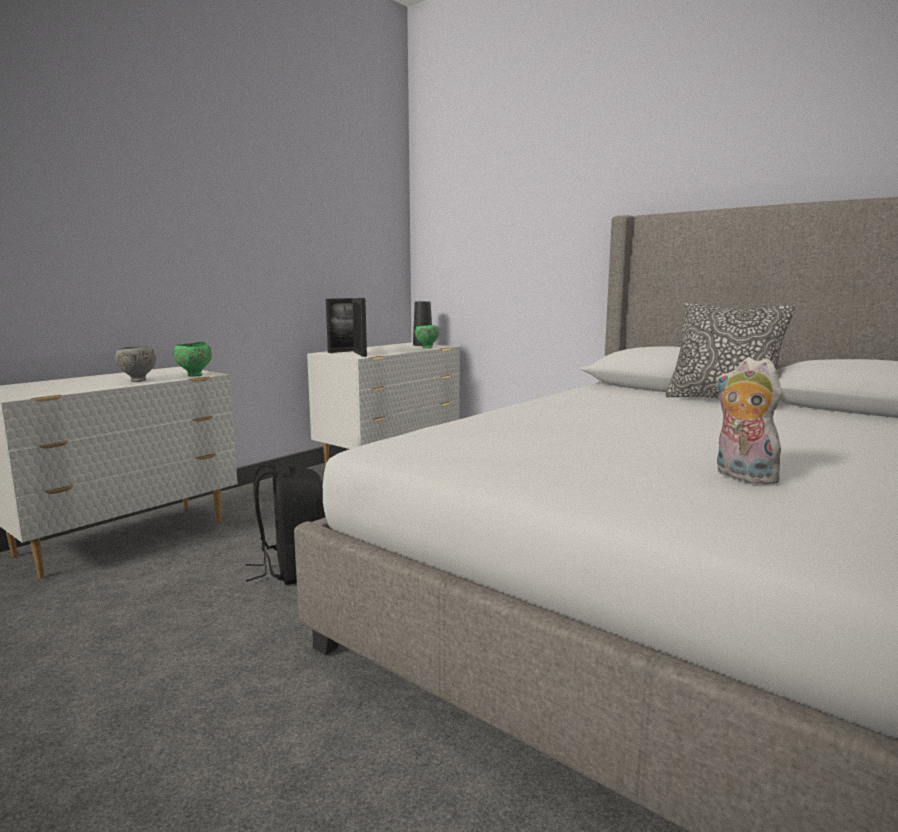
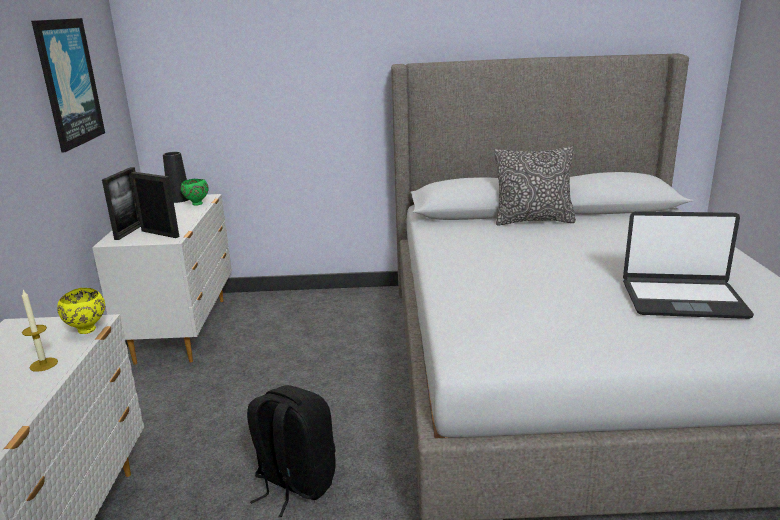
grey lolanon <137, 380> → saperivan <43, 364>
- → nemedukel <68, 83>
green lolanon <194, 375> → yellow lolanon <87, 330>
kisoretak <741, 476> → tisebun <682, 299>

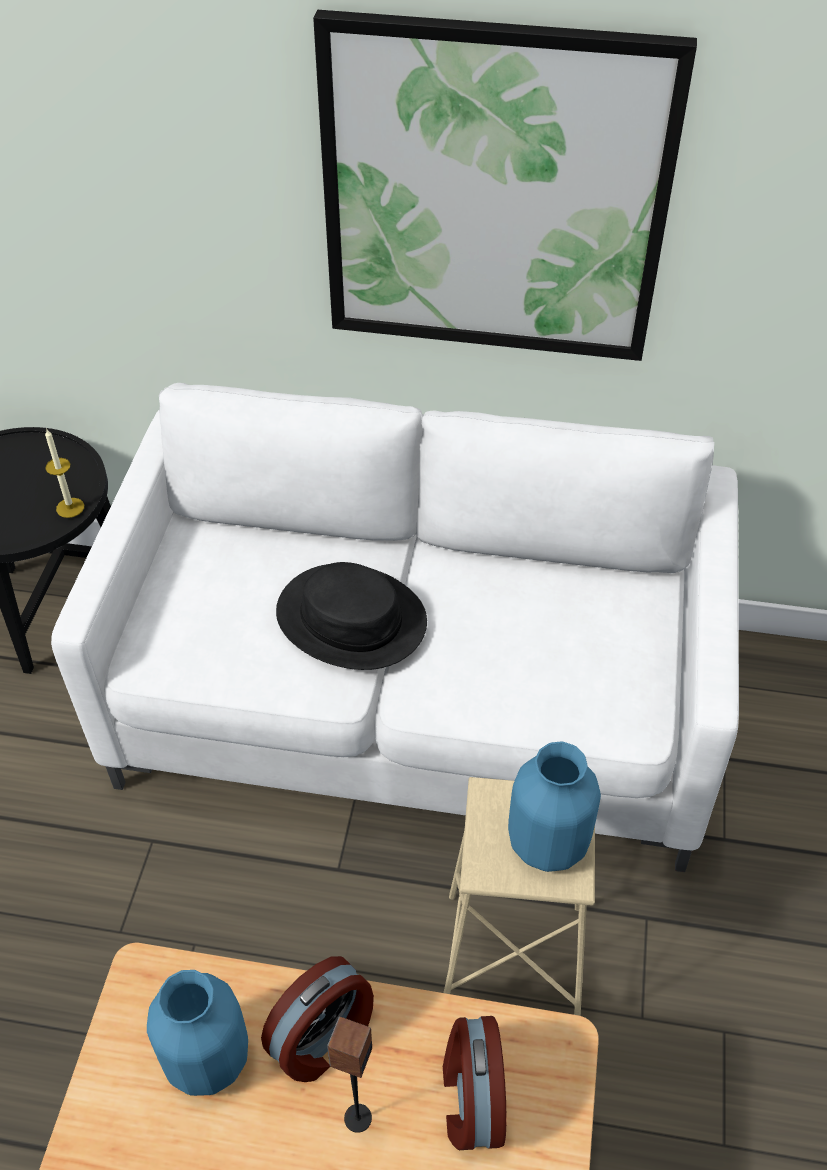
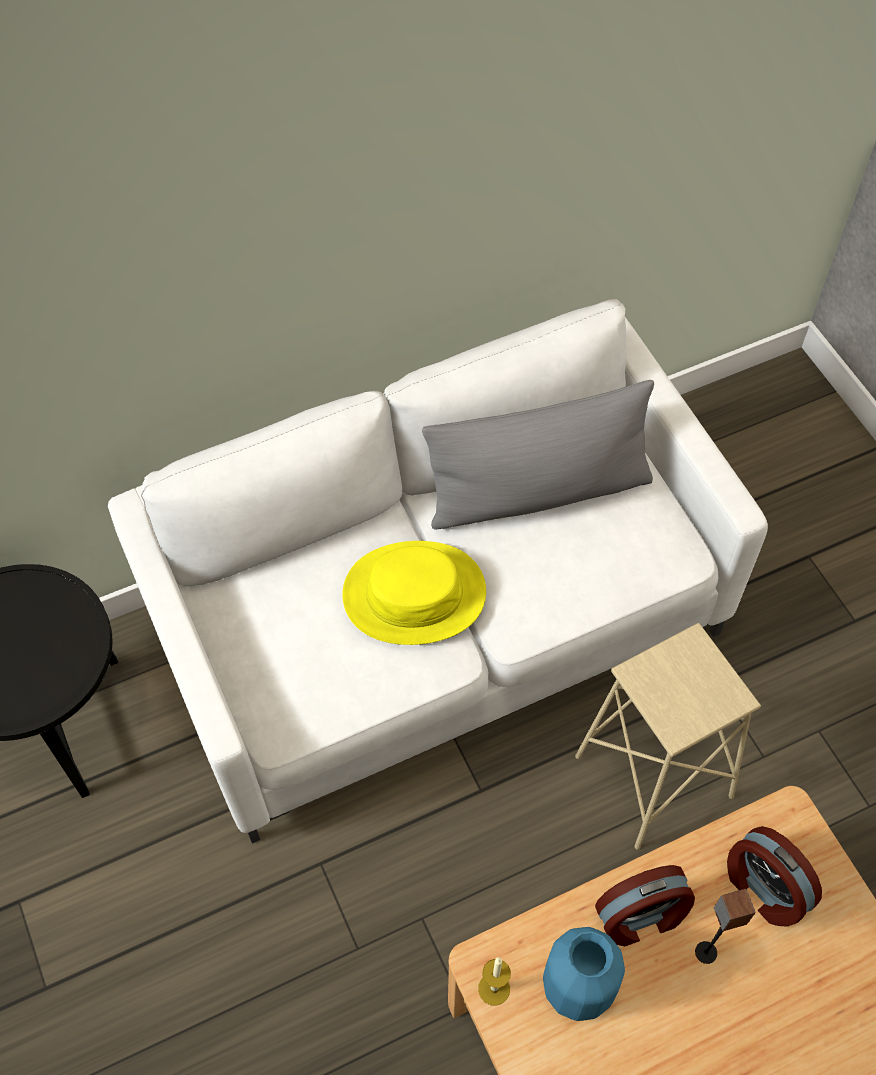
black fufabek <351, 618> → yellow fufabek <414, 593>
- → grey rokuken <538, 492>
saperivan <70, 507> → saperivan <494, 989>, move
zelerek <324, 1038> → zelerek <641, 917>, 60 degrees clockwise
nemedukel <494, 195> → -
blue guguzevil <548, 844> → -

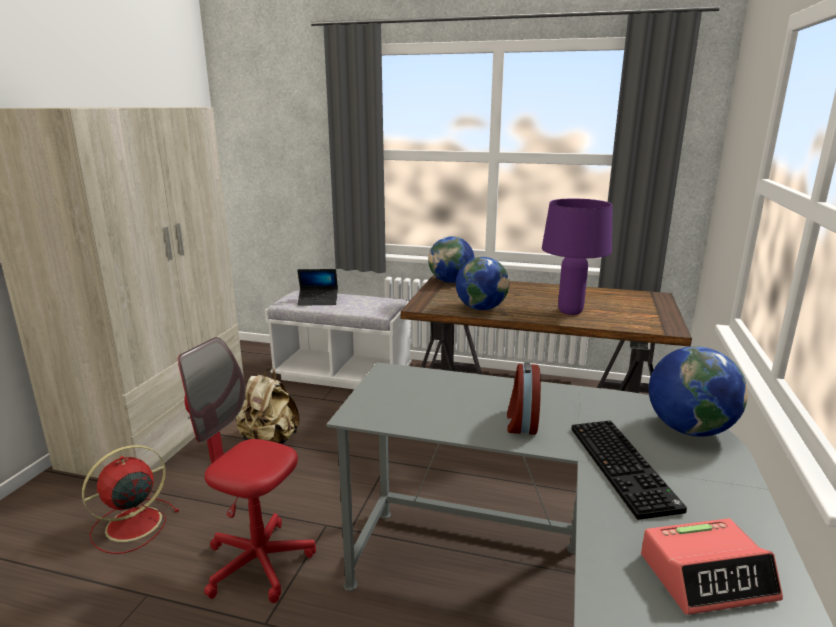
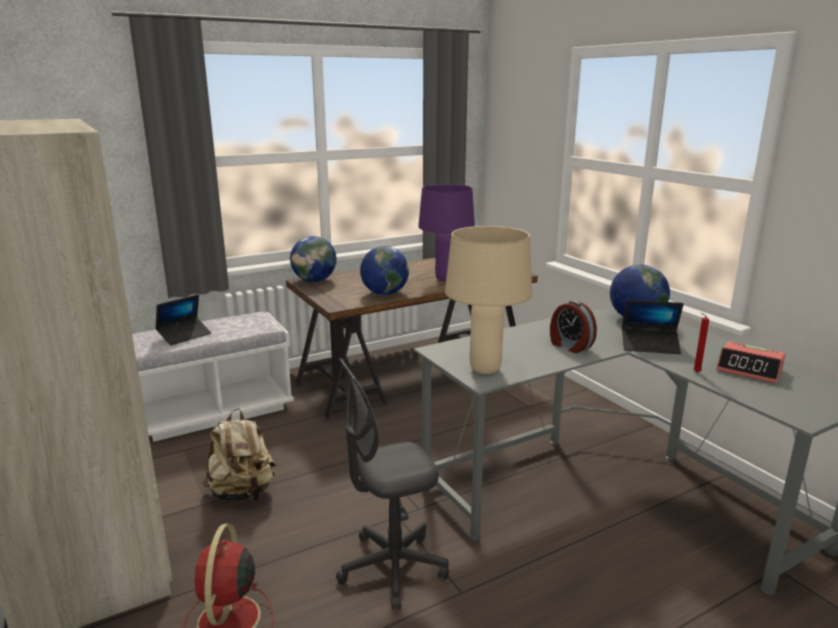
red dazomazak <258, 563> → grey dazomazak <392, 568>
- → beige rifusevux <485, 369>
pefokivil <625, 468> → tisebun <650, 346>
- → red saperivan <695, 372>
zelerek <707, 576> → zelerek <749, 370>, 90 degrees clockwise

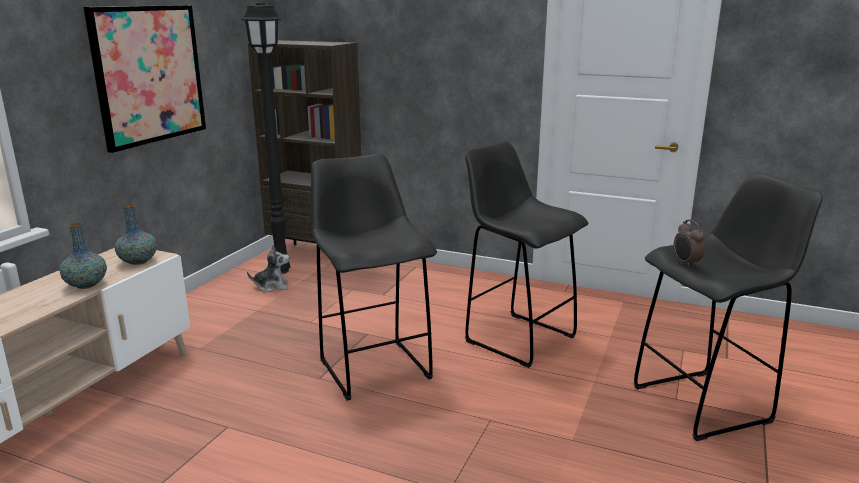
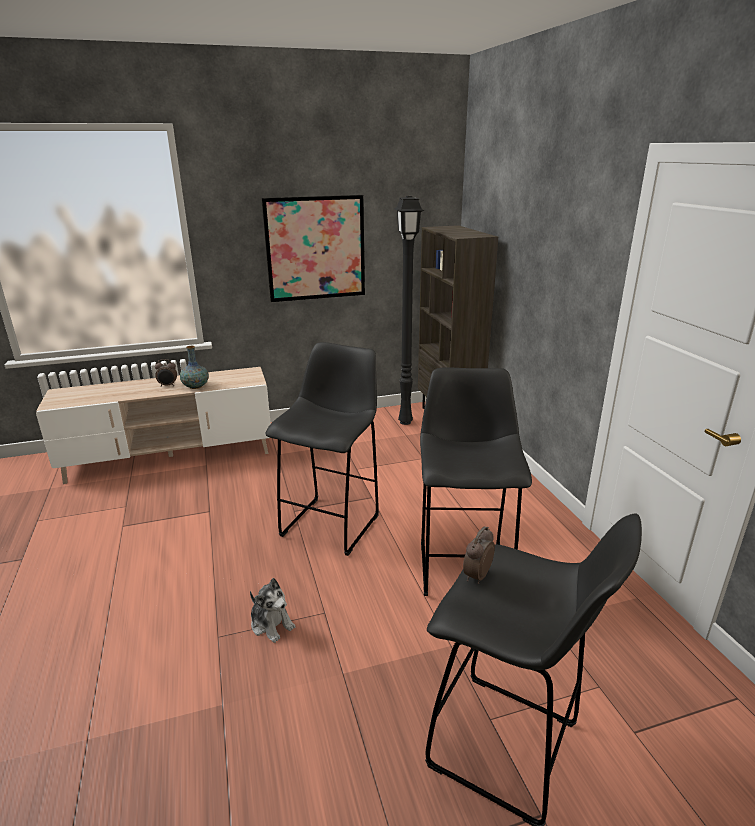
- → zelerek <168, 385>
kisoretak <272, 286> → kisoretak <271, 624>, move
guguzevil <138, 261> → -

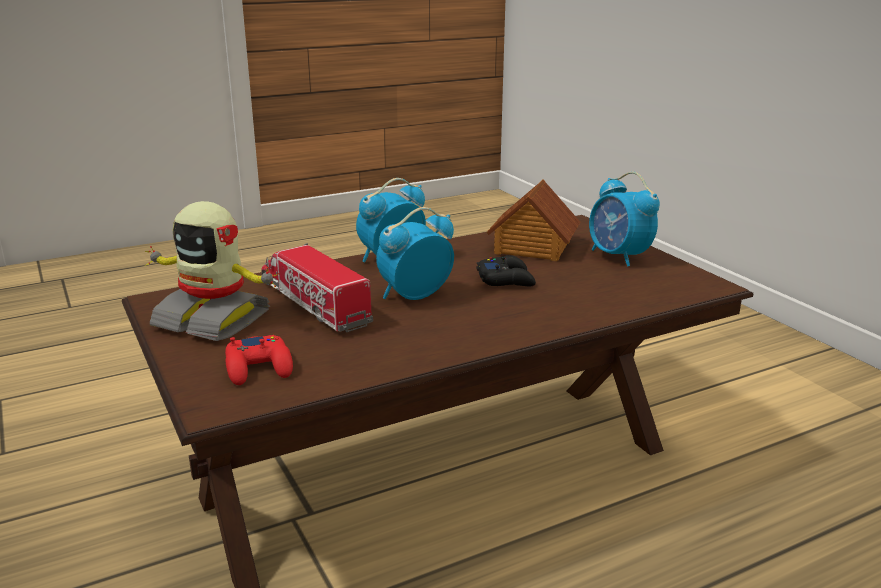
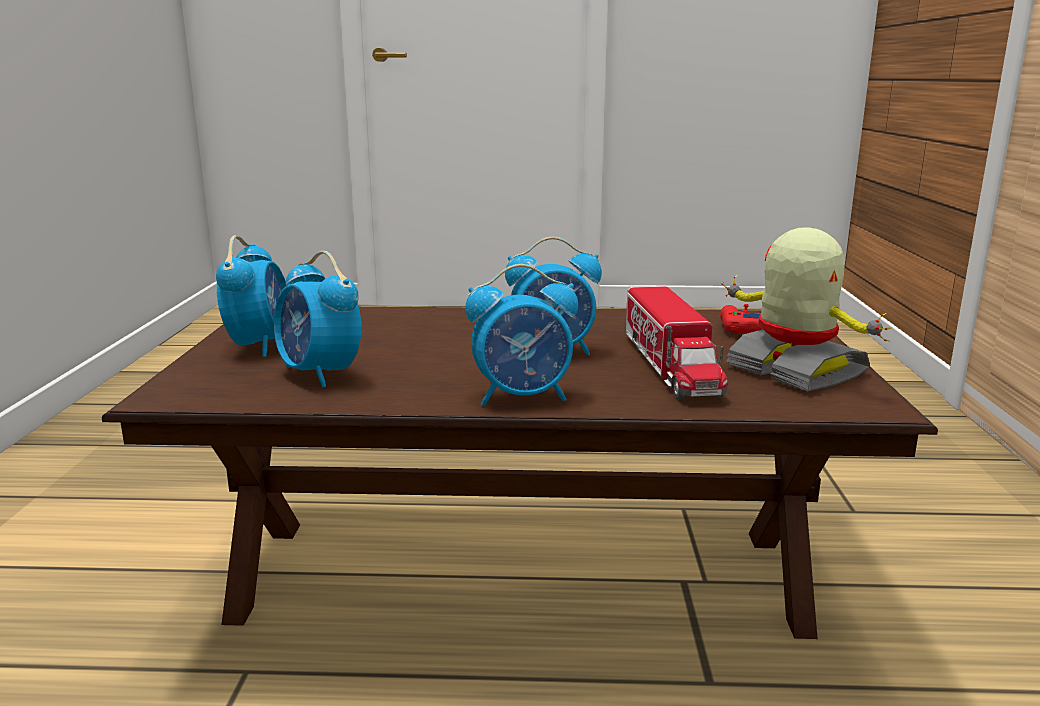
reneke <532, 248> → zelerek <320, 374>
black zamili <506, 280> → -

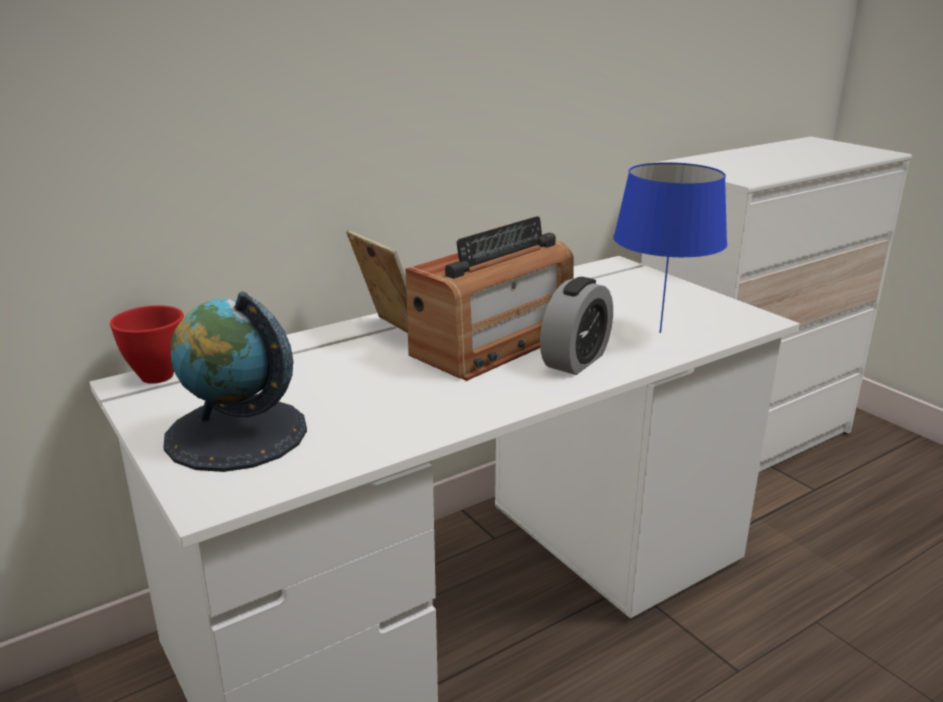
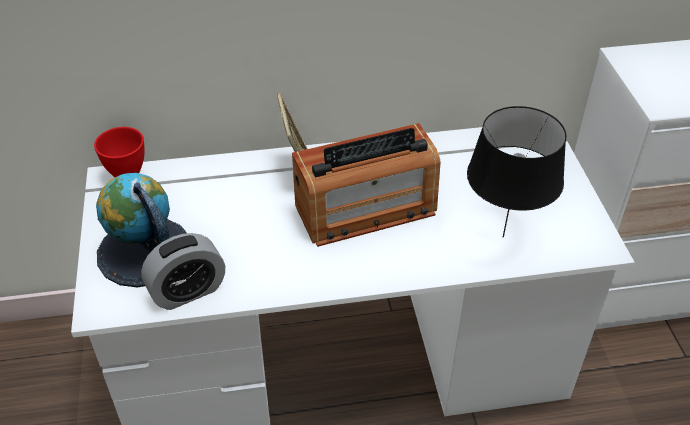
zelerek <575, 360> → zelerek <187, 291>, move
blue rifusevux <661, 332> → black rifusevux <504, 237>

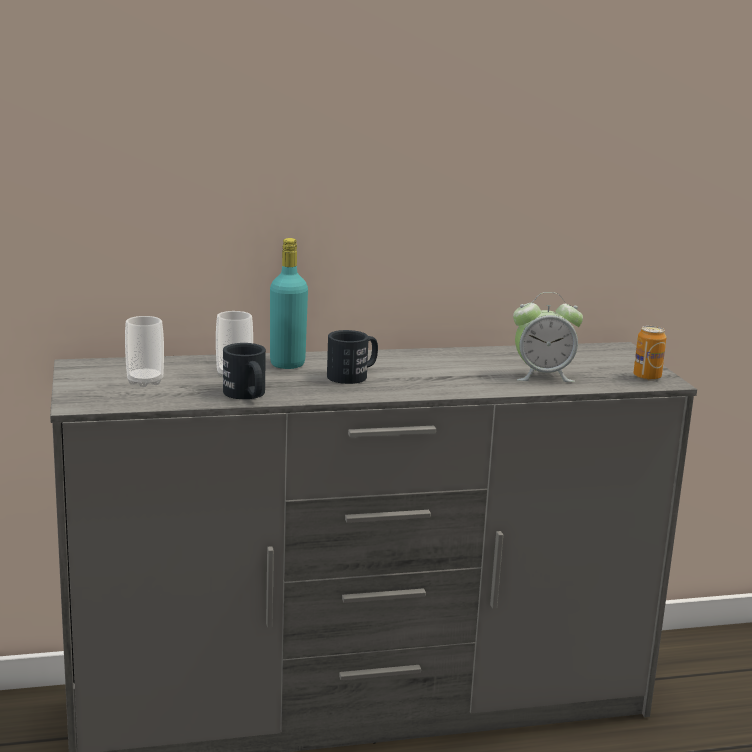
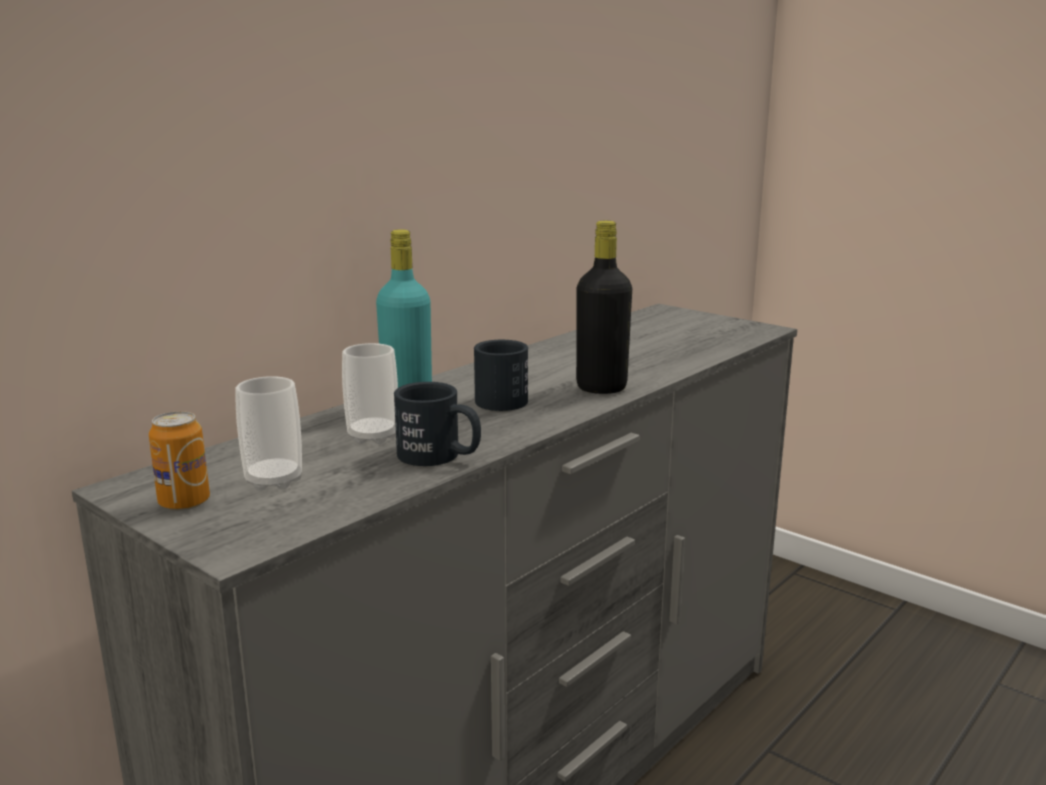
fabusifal <647, 377> → fabusifal <184, 503>, move
- → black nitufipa <601, 388>
zelerek <543, 376> → -

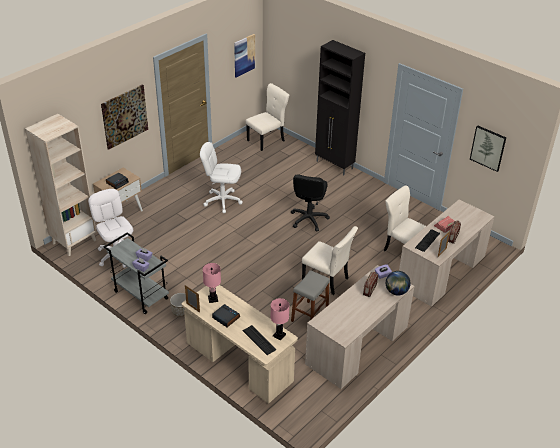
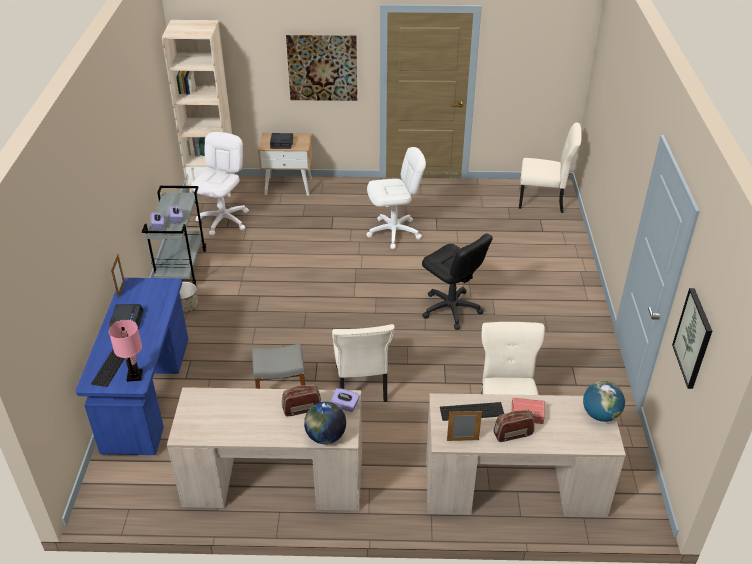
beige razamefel <239, 363> → blue razamefel <147, 394>
white dazomazak <222, 201> → white dazomazak <394, 233>, 105 degrees clockwise
black dazomazak <308, 219> → black dazomazak <451, 309>, 105 degrees counterclockwise
- → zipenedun <600, 414>
pink rifusevux <212, 299> → -
nemedukel <244, 55> → -
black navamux <334, 165> → -

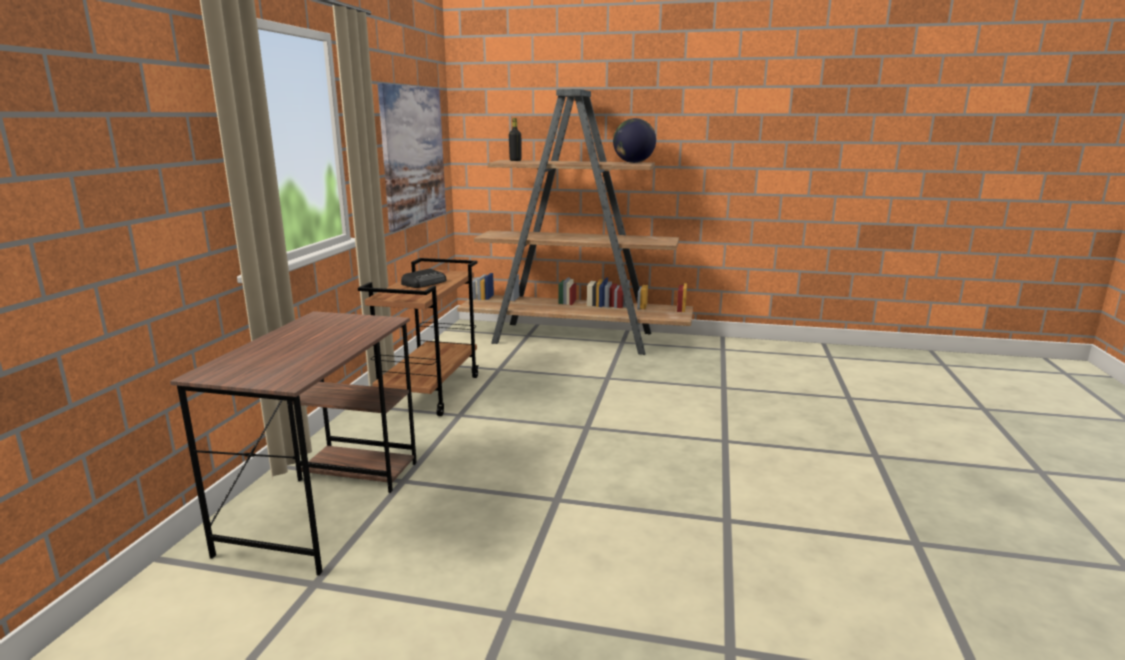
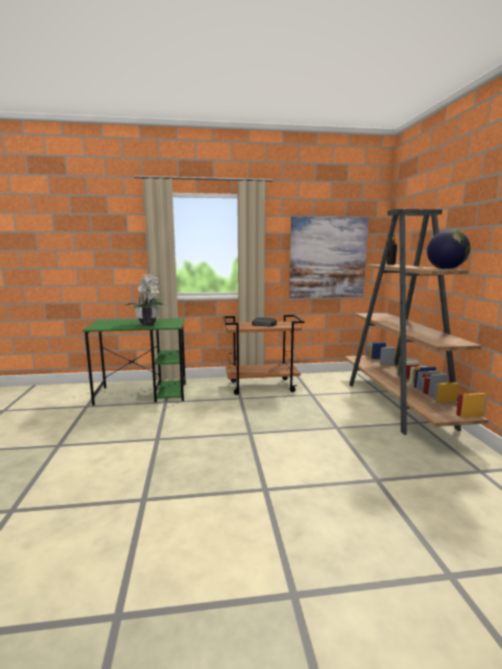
brown razamefel <326, 503> → green razamefel <143, 394>
- → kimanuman <148, 324>

